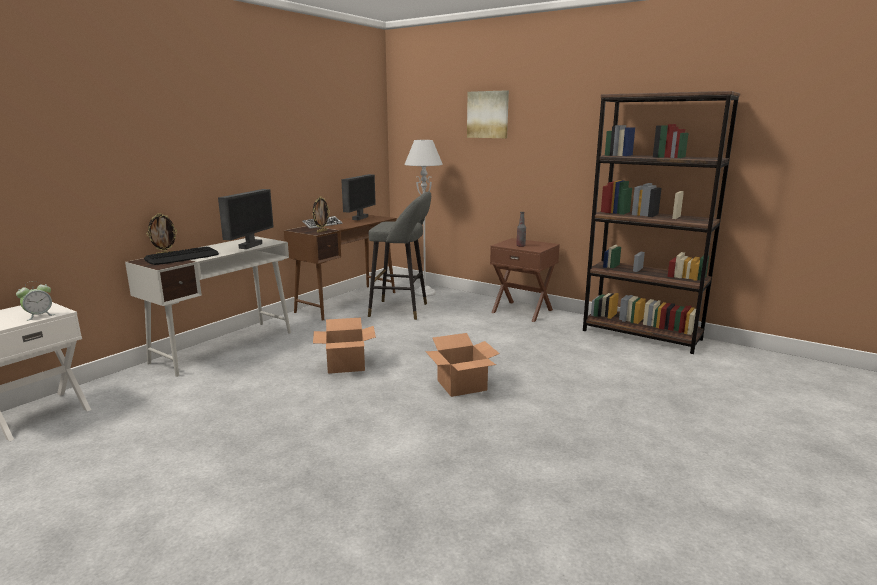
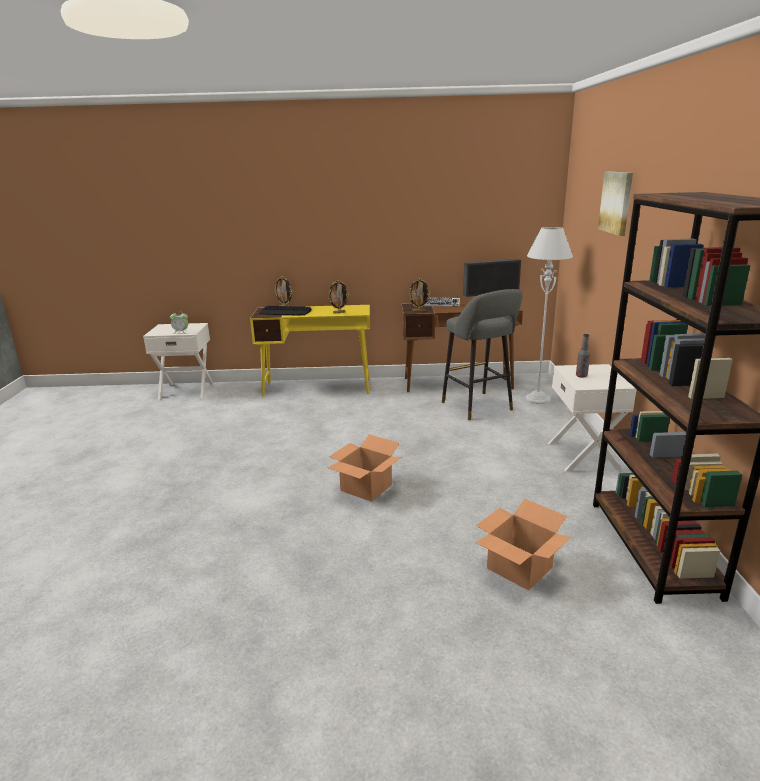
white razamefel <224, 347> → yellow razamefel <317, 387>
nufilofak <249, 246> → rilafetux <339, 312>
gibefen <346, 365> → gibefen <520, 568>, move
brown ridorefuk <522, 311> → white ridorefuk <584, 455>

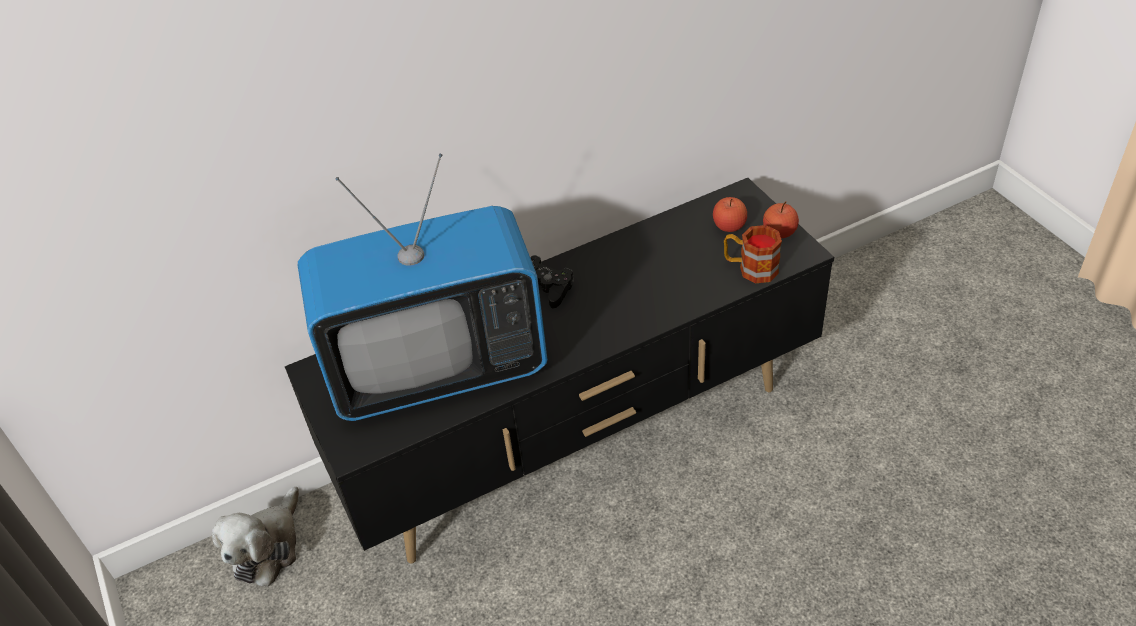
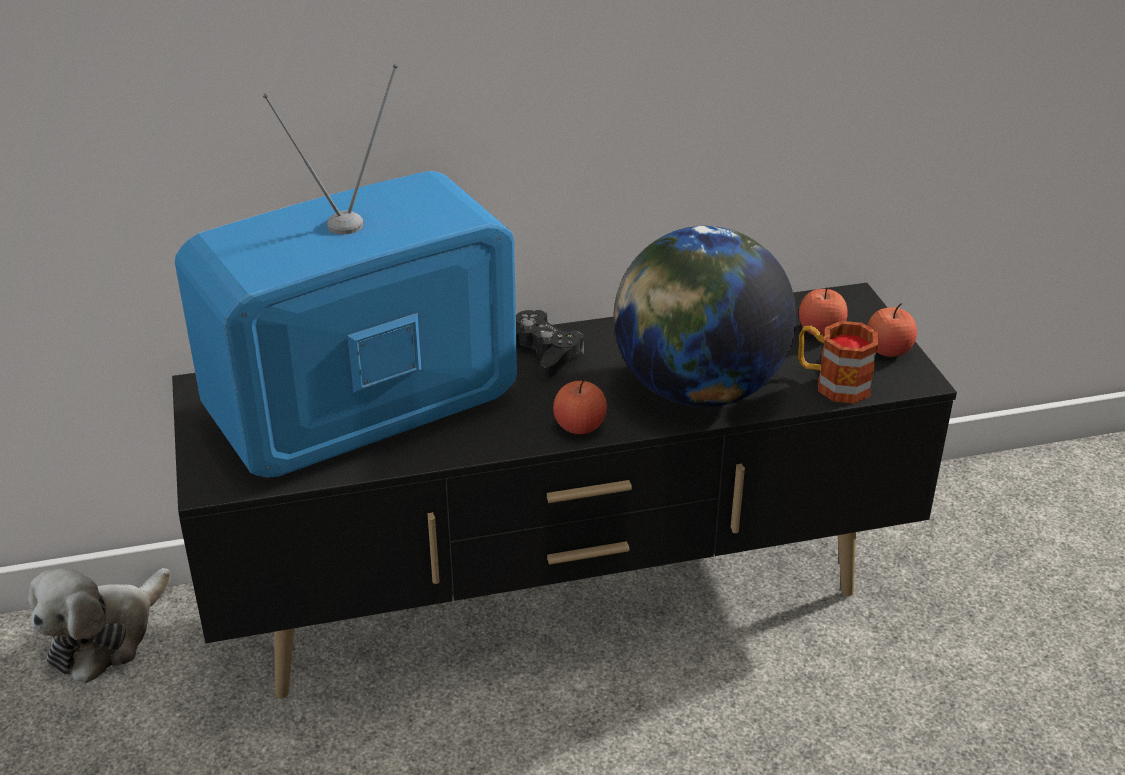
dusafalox <438, 368> → dusafalox <364, 415>, 150 degrees clockwise
- → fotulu <579, 426>
- → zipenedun <697, 390>

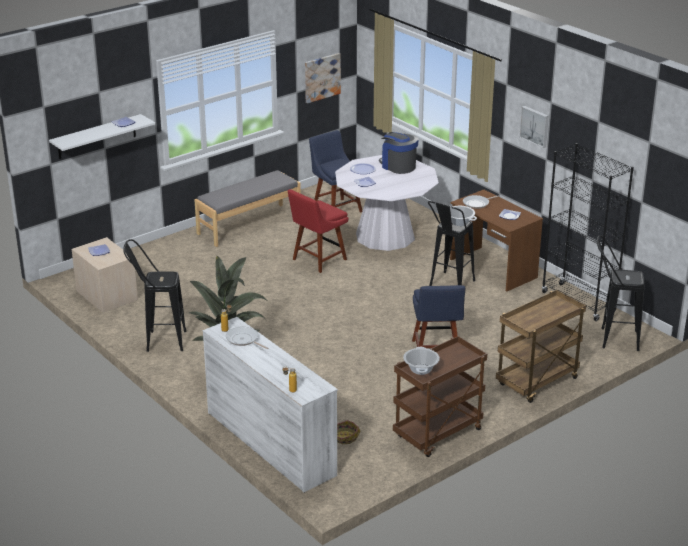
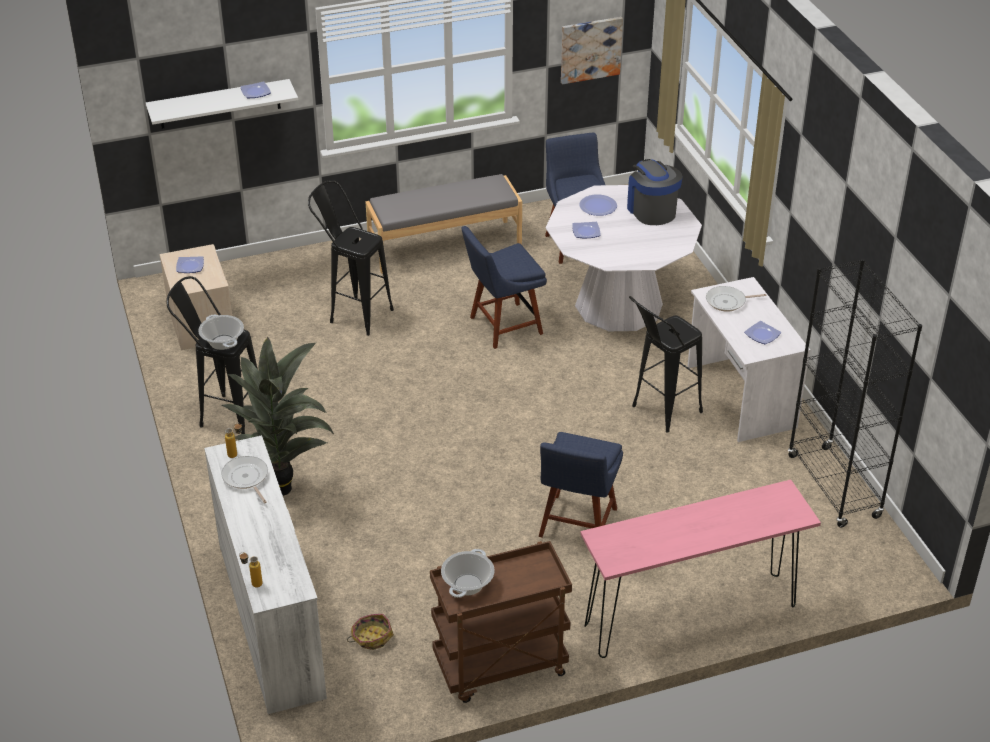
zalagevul <459, 222> → zalagevul <222, 342>, move
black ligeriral <612, 339> → black ligeriral <353, 313>, move
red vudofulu <317, 260> → blue vudofulu <502, 326>
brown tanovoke <537, 383> → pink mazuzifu <690, 616>
brown razamefel <492, 269> → white razamefel <739, 397>
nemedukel <535, 126> → -

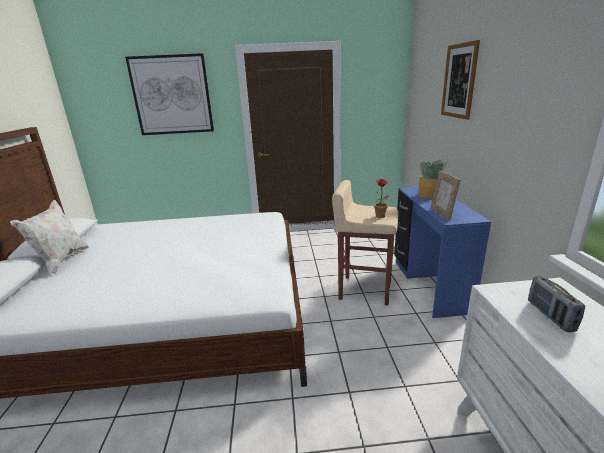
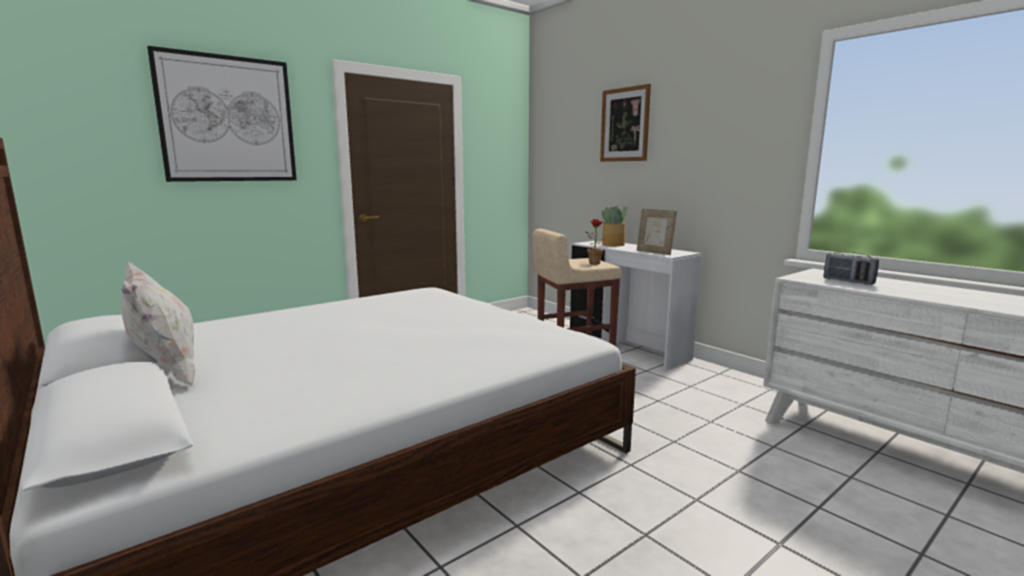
blue razamefel <428, 285> → white razamefel <627, 348>

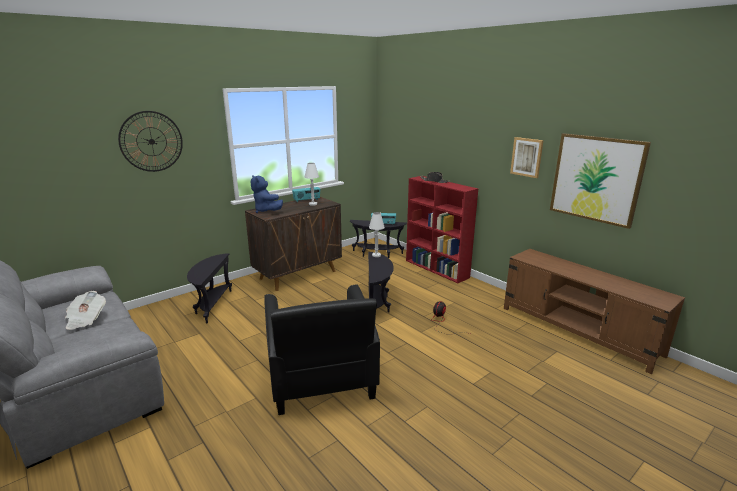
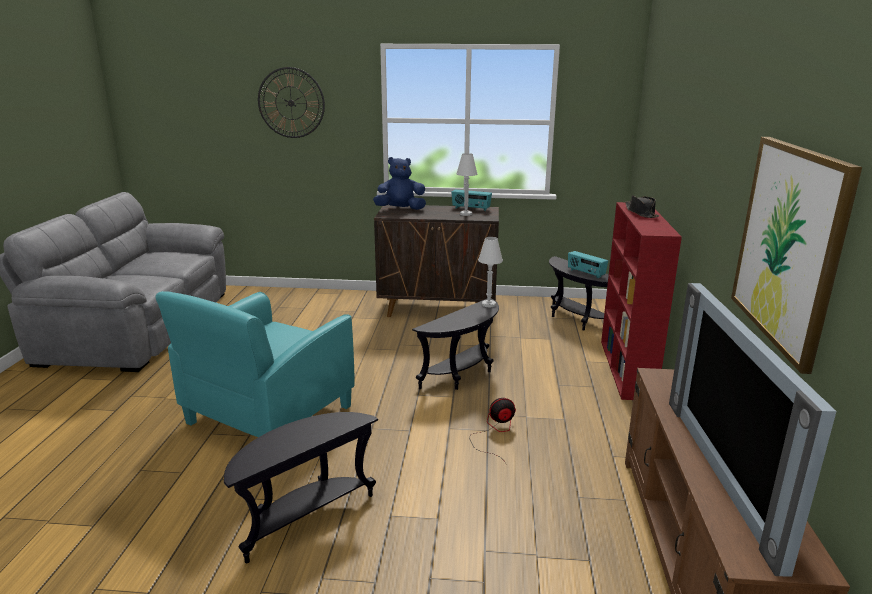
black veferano <321, 379> → turquoise veferano <268, 415>
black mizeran <212, 305> → black mizeran <304, 517>, move
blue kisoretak <266, 211> → blue kisoretak <400, 209>, 75 degrees clockwise
- → dusafalox <728, 473>
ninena <86, 319> → -
nemedukel <527, 157> → -

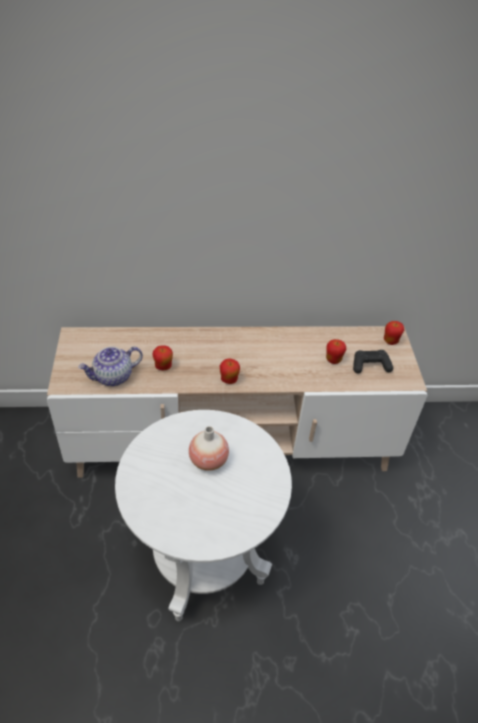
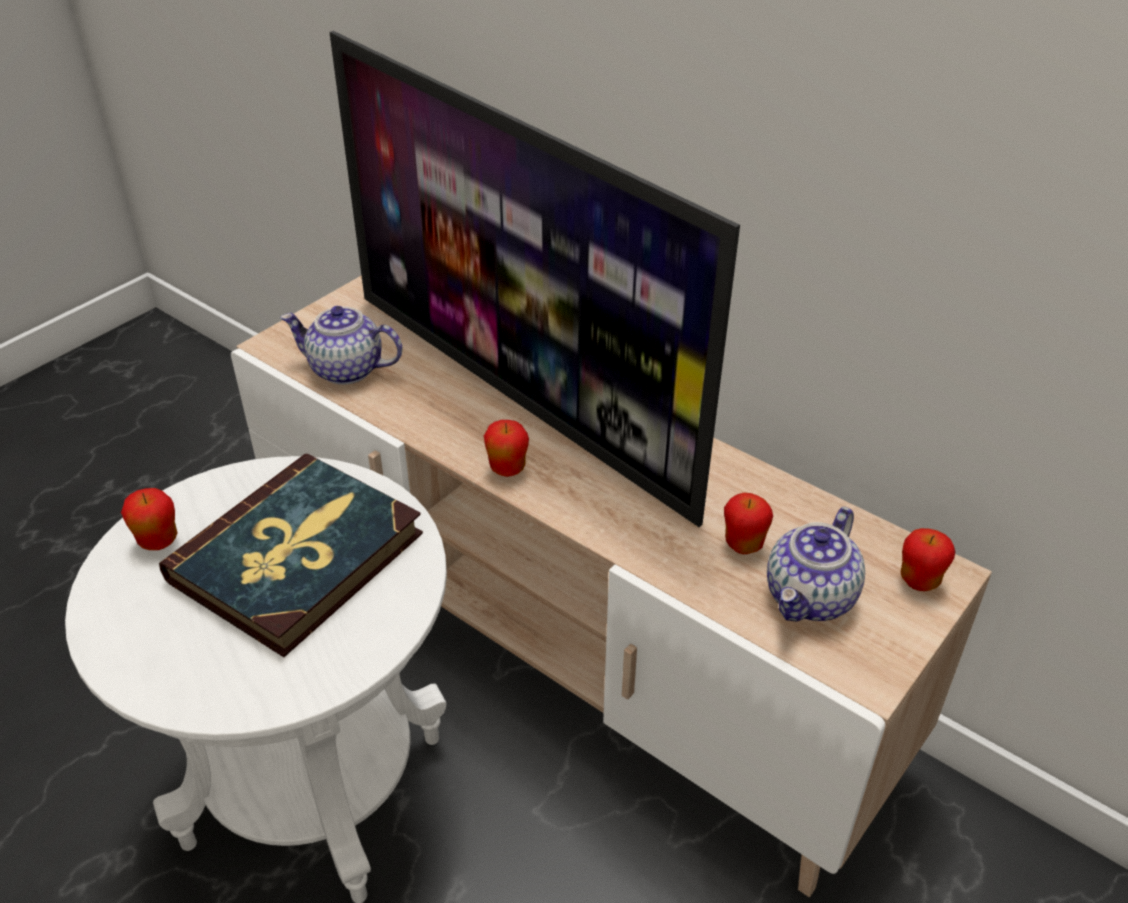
fotulu <163, 367> → fotulu <158, 541>, move
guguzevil <208, 460> → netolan <298, 557>
- → dusafalox <521, 397>
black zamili <370, 366> → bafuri <811, 598>

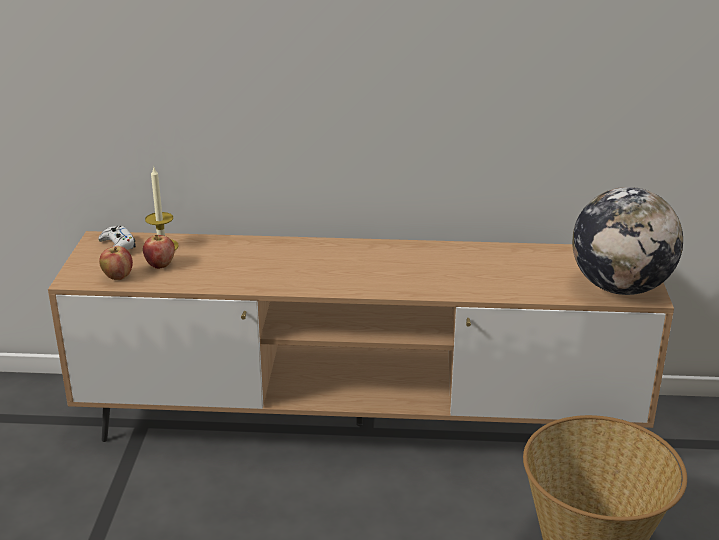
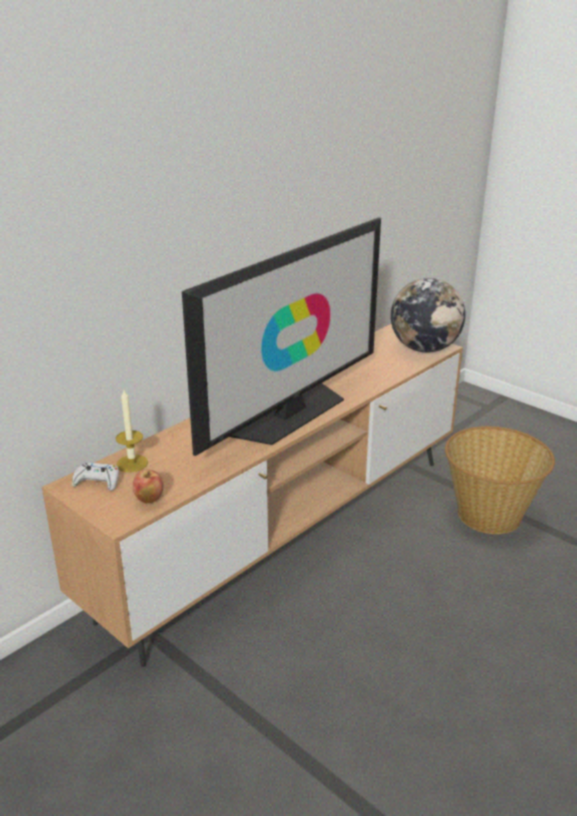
- → dusafalox <290, 413>
fotulu <160, 265> → -

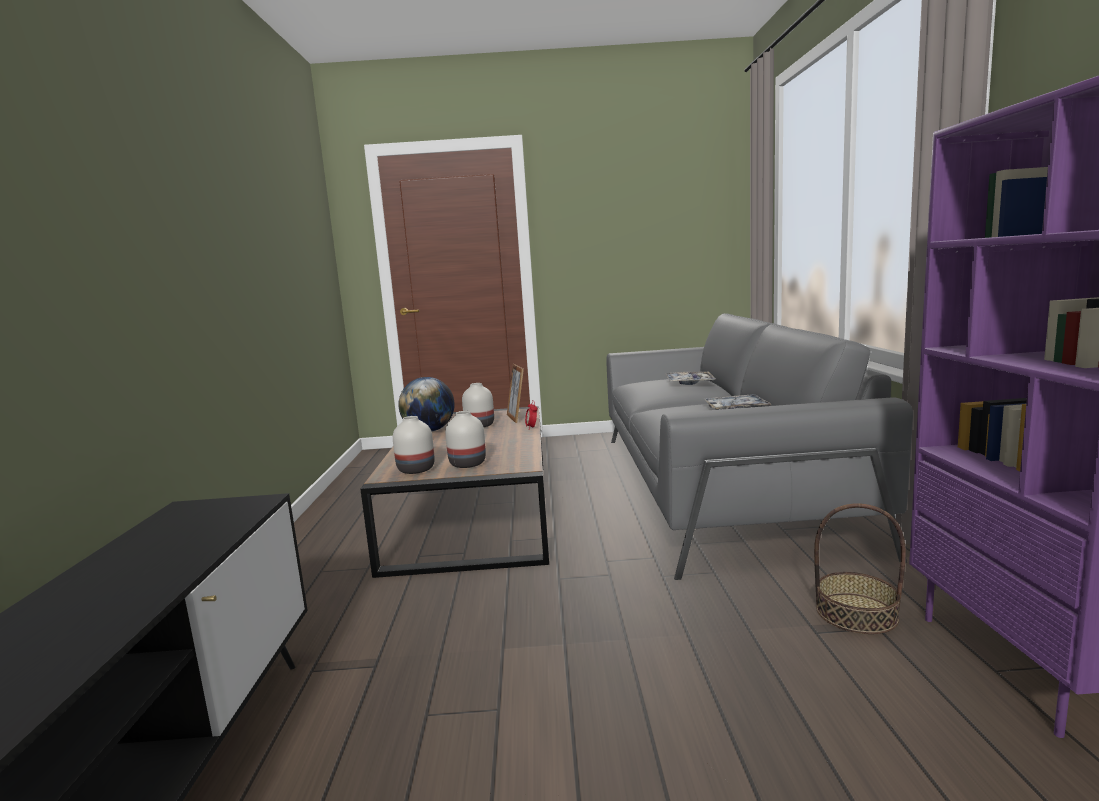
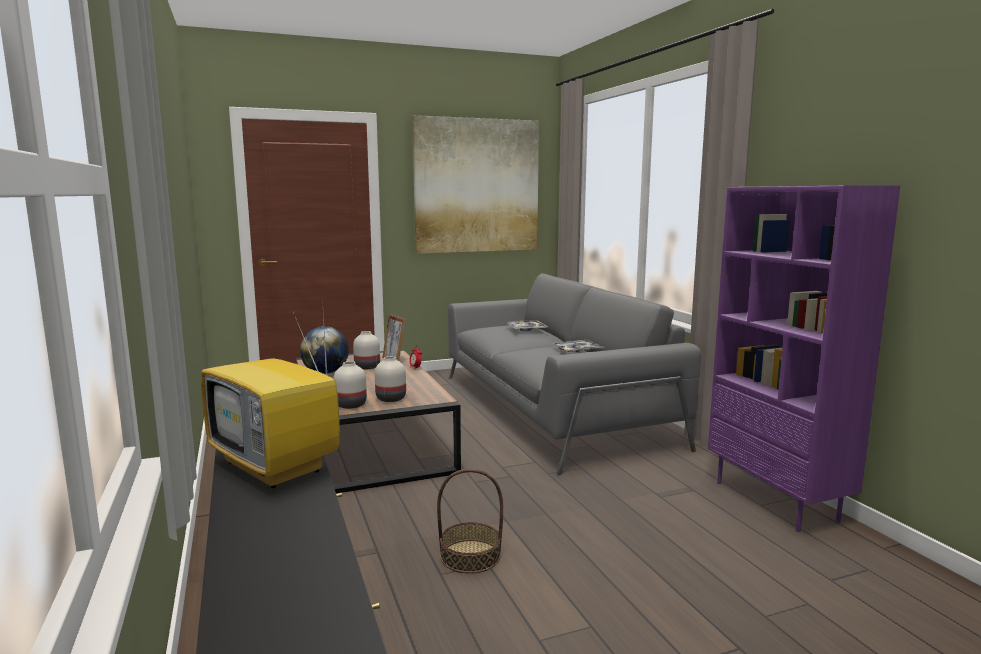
- → dusafalox <277, 467>
- → nemedukel <476, 186>
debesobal <856, 613> → debesobal <470, 556>, move

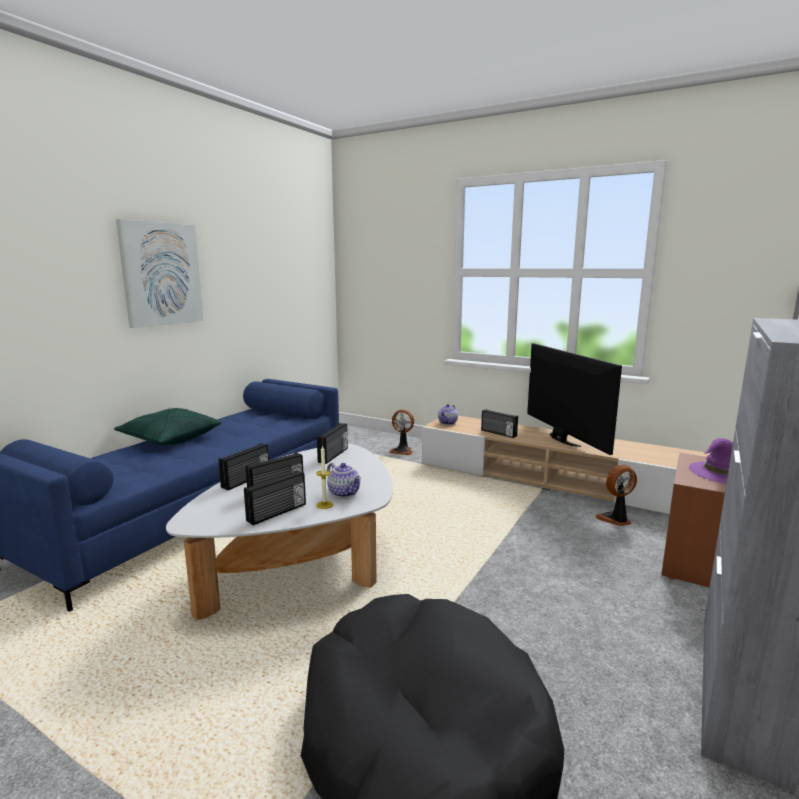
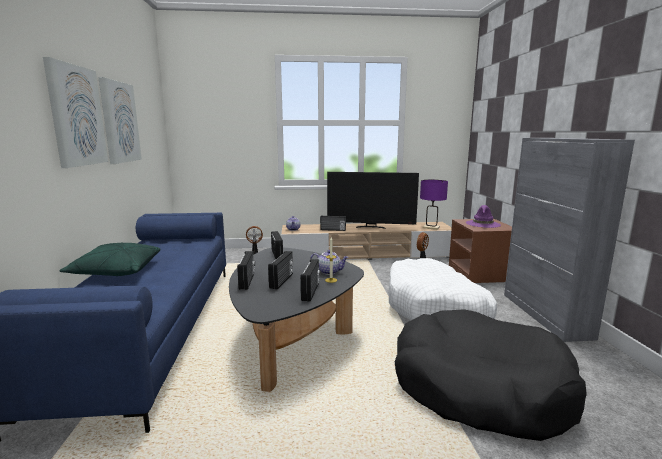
- → nemedukel <119, 122>
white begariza <304, 565> → black begariza <292, 336>
dusafalox <561, 439> → dusafalox <371, 227>, 150 degrees clockwise
- → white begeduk <436, 308>
- → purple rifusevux <431, 227>

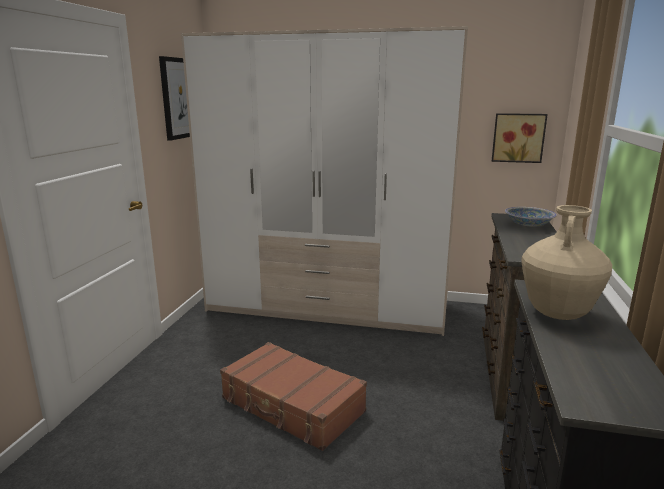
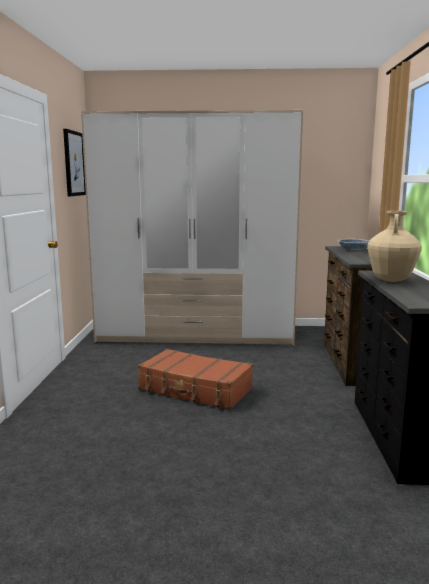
nemedukel <518, 137> → -

